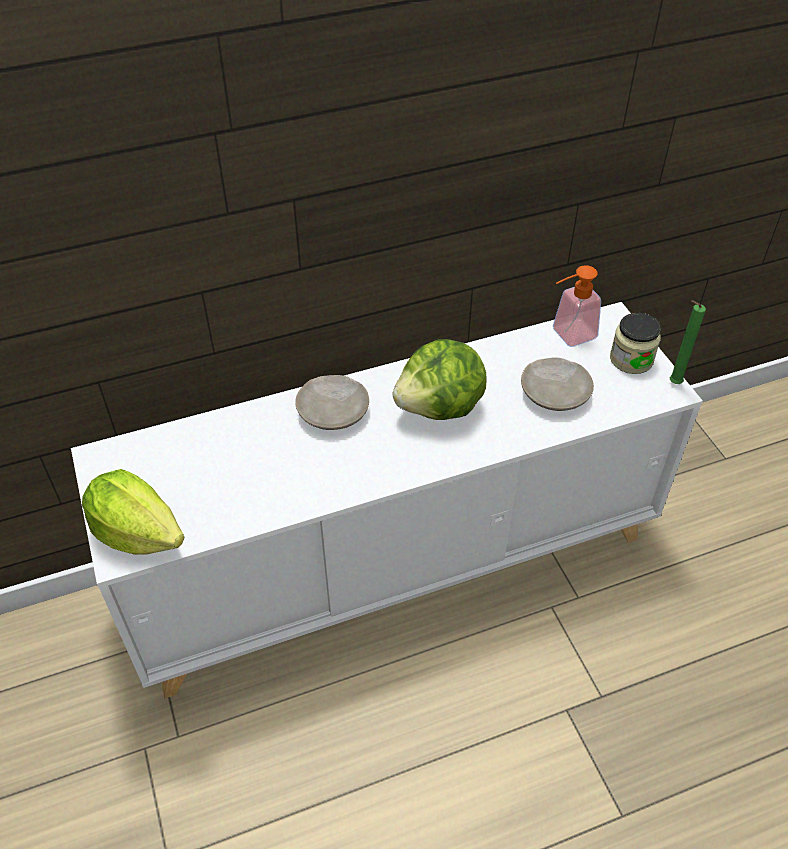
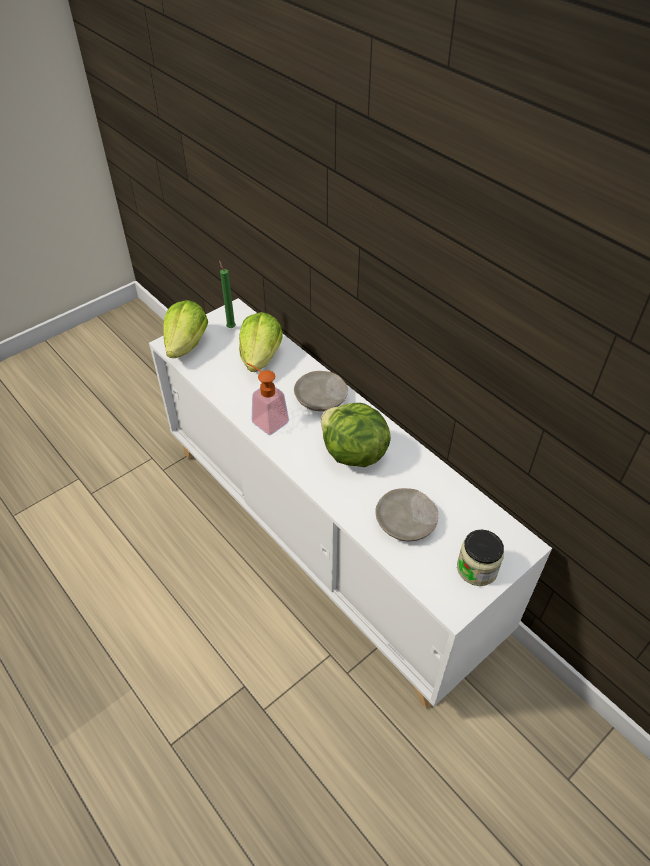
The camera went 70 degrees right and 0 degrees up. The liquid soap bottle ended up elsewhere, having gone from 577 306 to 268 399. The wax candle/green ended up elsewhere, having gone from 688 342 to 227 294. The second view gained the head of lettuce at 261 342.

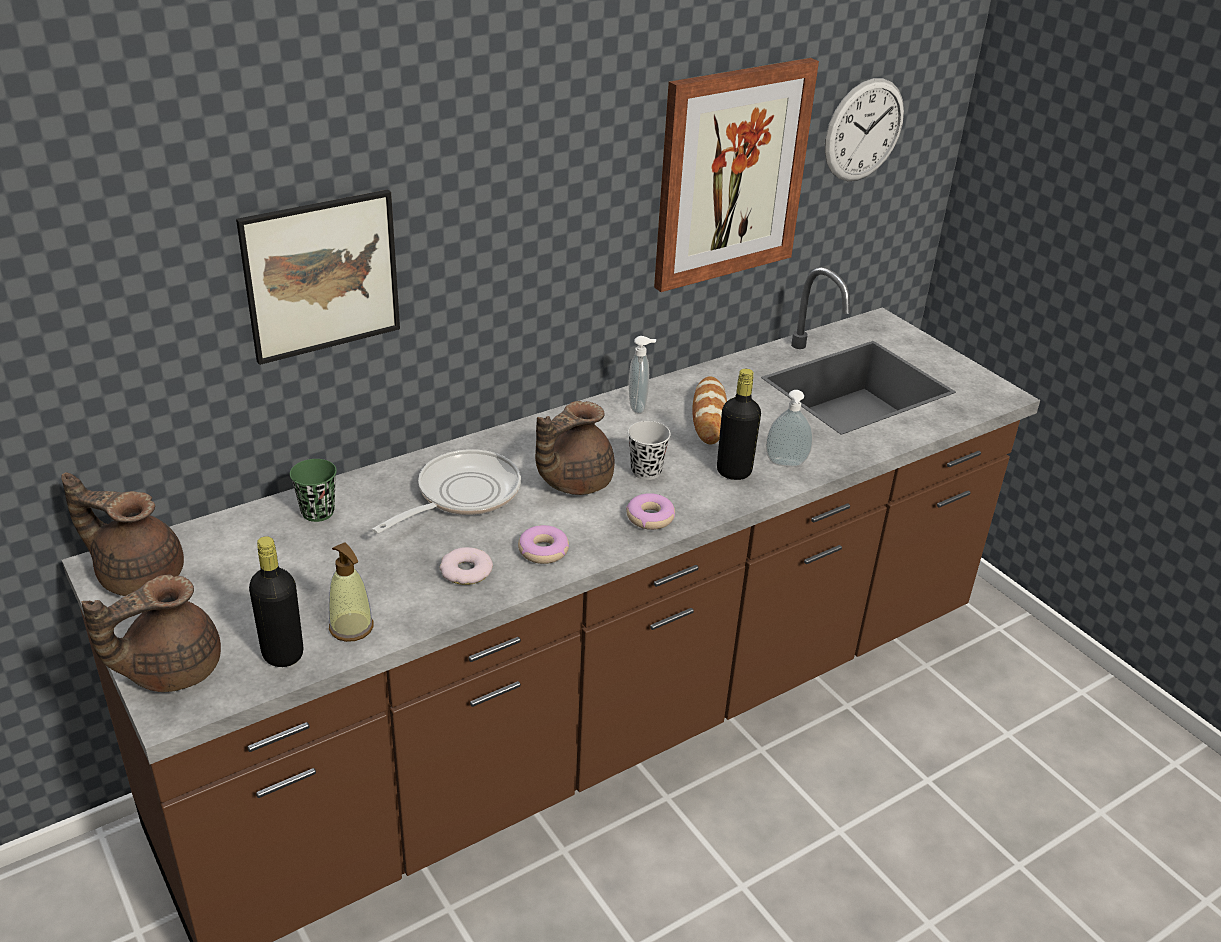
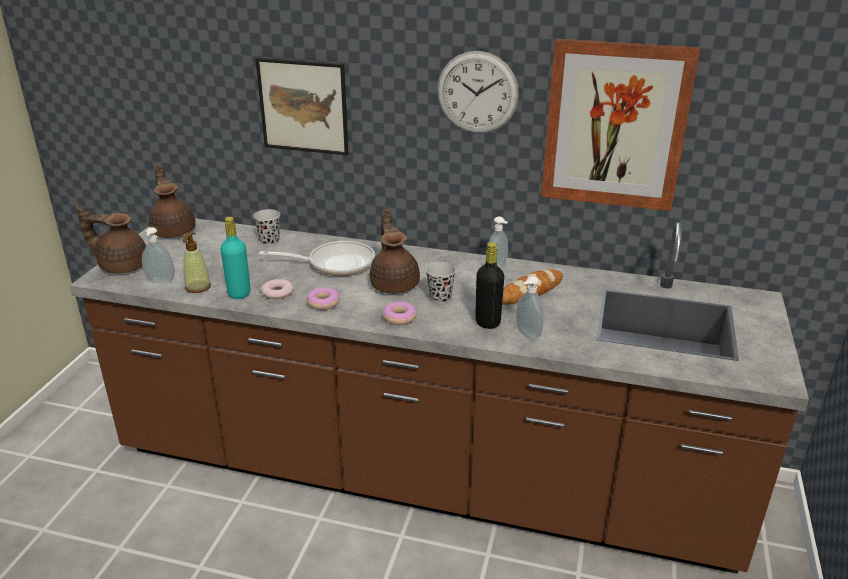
The camera went 50 degrees right and 5 degrees down. Where the bottle/black-coloured stood at 276 601, the liquid soap bottle came to stand at 158 255. What was the small cup/green at 313 490 turned into the small cup/black-coloured at 266 227. The teapot/brown at 575 448 ended up facing another way, 75 degrees clockwise from before. The clock on the wall ended up elsewhere, having gone from 864 129 to 478 92. The second view gained the bottle/blue-green at 235 258.

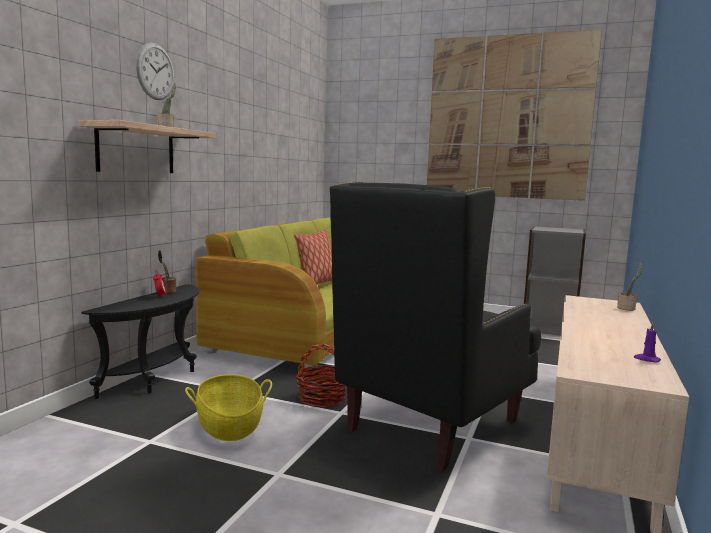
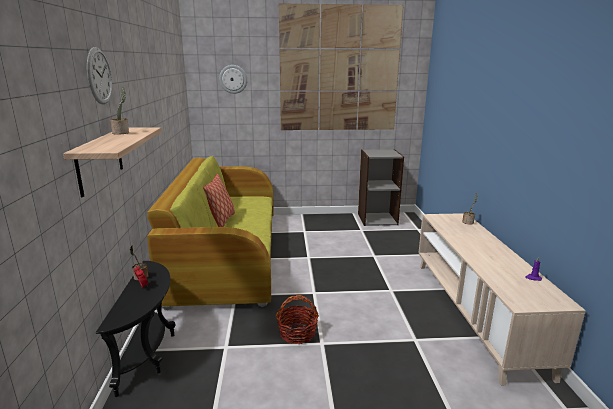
The camera went 25 degrees left and 10 degrees up. The second view lost the basket at 228 407. The second view lost the lounge chair/black-coloured at 436 326. The second view gained the clock on the wall at 233 79.

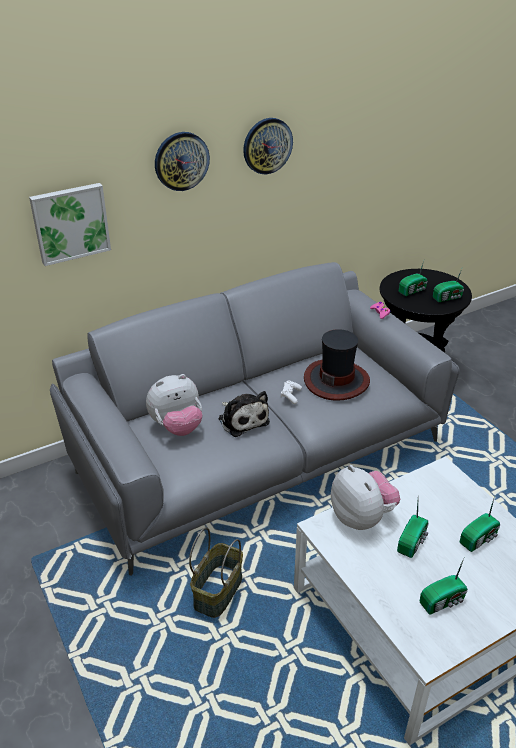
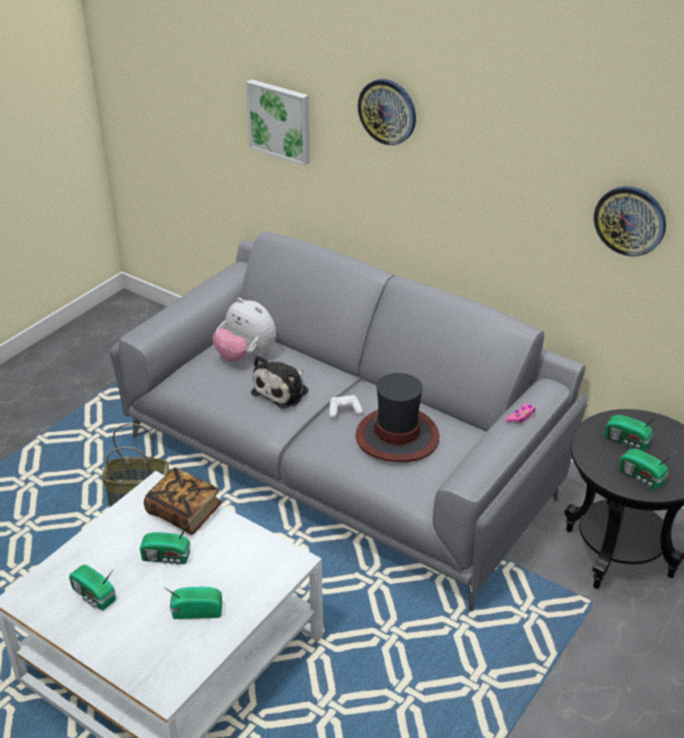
The camera went 65 degrees right and 0 degrees up. The clock on the wall ended up elsewhere, having gone from 268 146 to 630 221. Where the plush toy stood at 365 497, the volume came to stand at 183 501. The radio set at 480 524 ended up facing another way, 150 degrees clockwise from before.

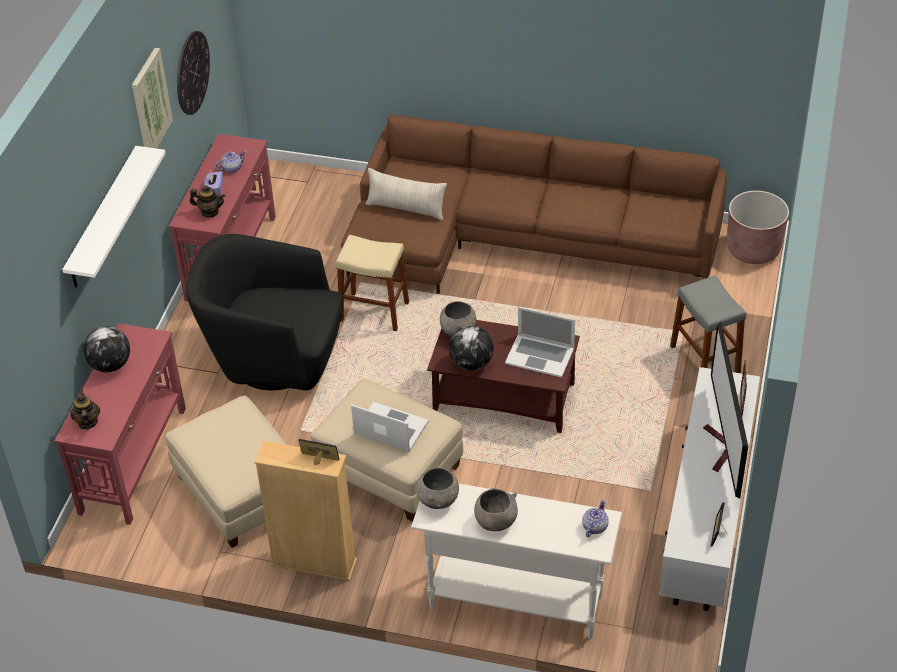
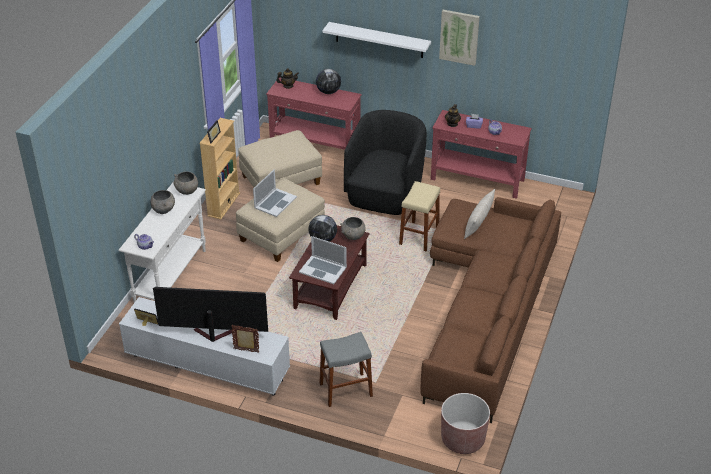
The camera went 95 degrees right and 5 degrees down. The second view lost the clock on the wall at 193 73. The laptop at 540 342 ended up facing another way, 90 degrees counterclockwise from before.

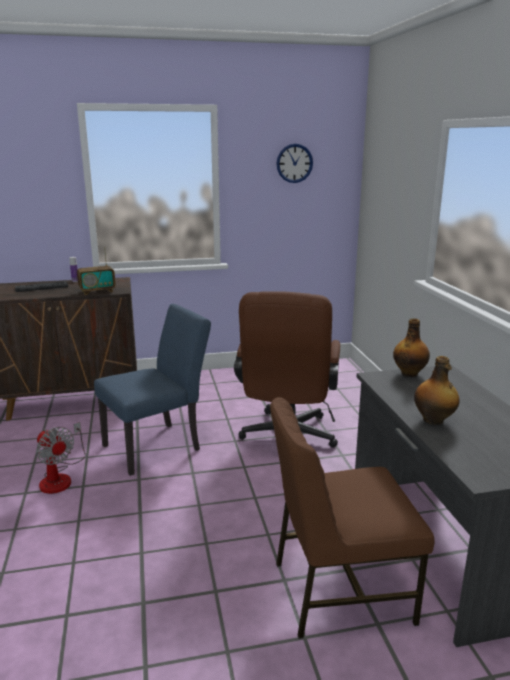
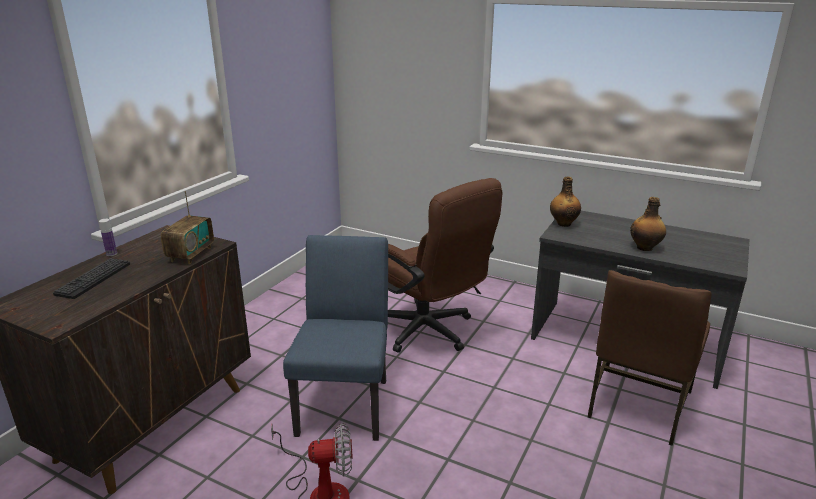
The camera went 50 degrees left and 5 degrees up. The second view lost the clock on the wall at 294 163.

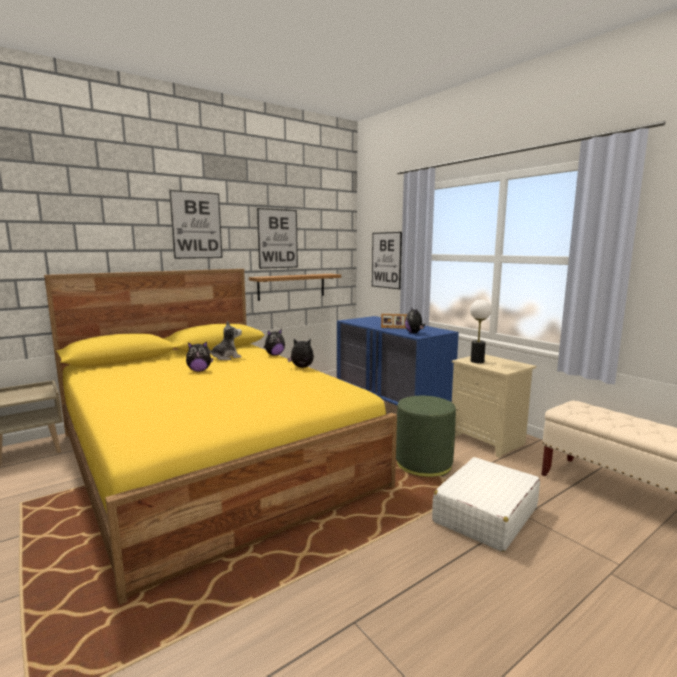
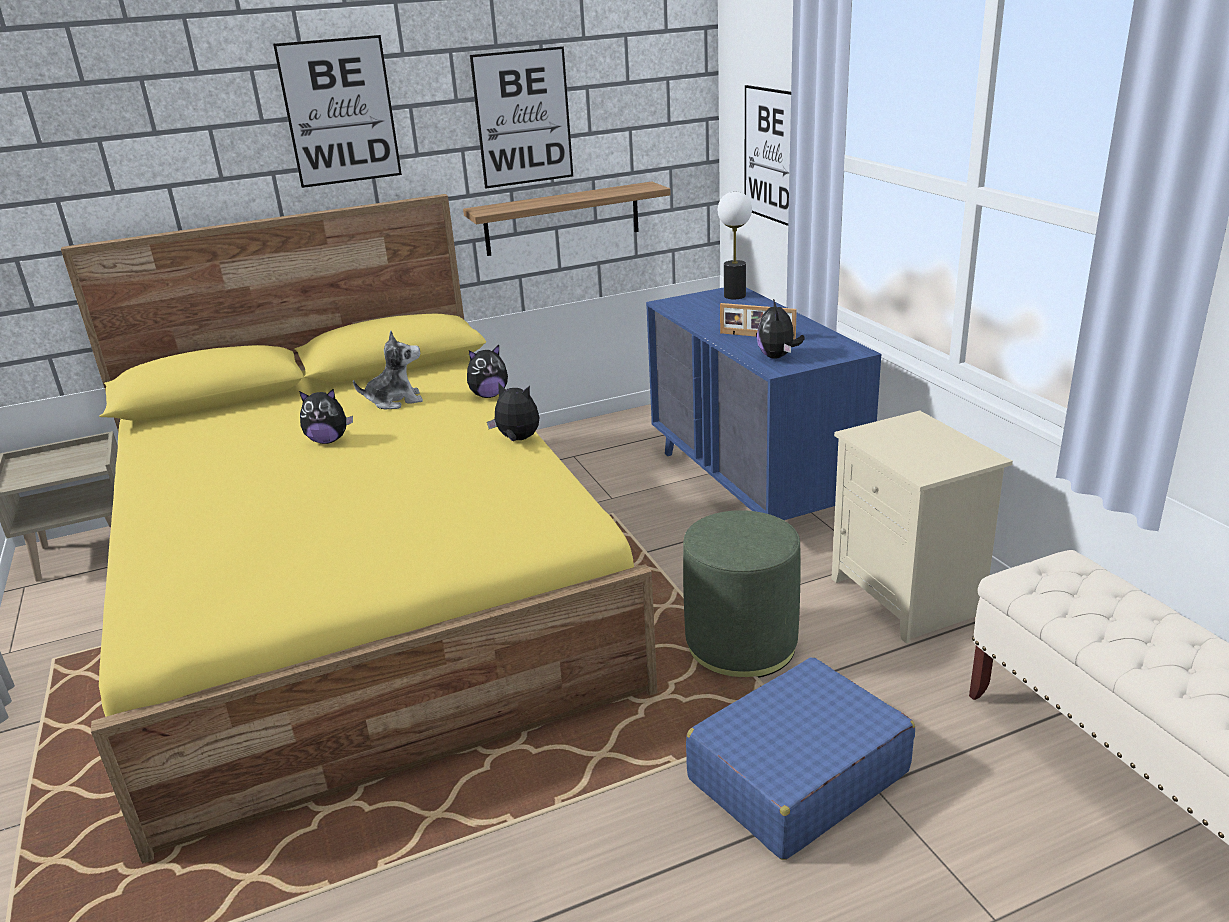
The camera went 15 degrees right and 15 degrees up. What was the travel case/white at 486 504 turned into the travel case/bluish at 800 758. The tabletop lamp ended up elsewhere, having gone from 481 331 to 735 245.

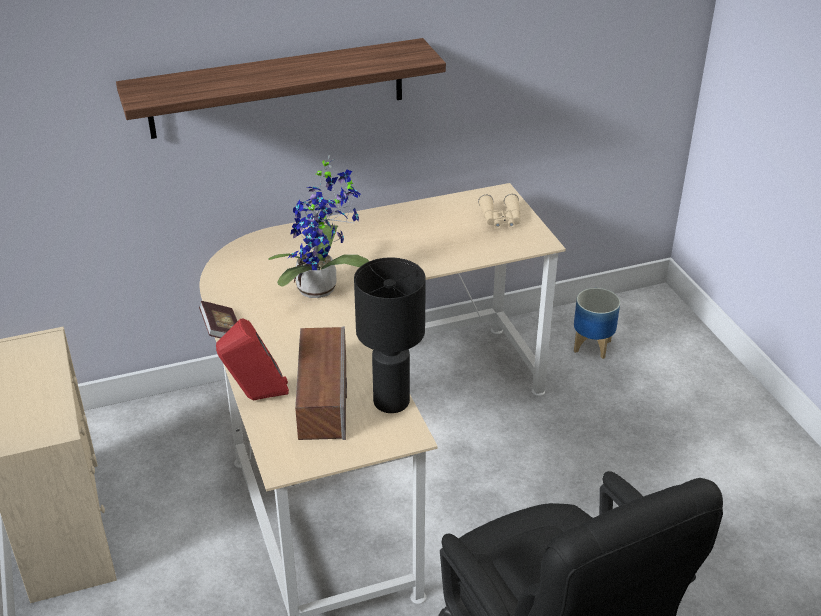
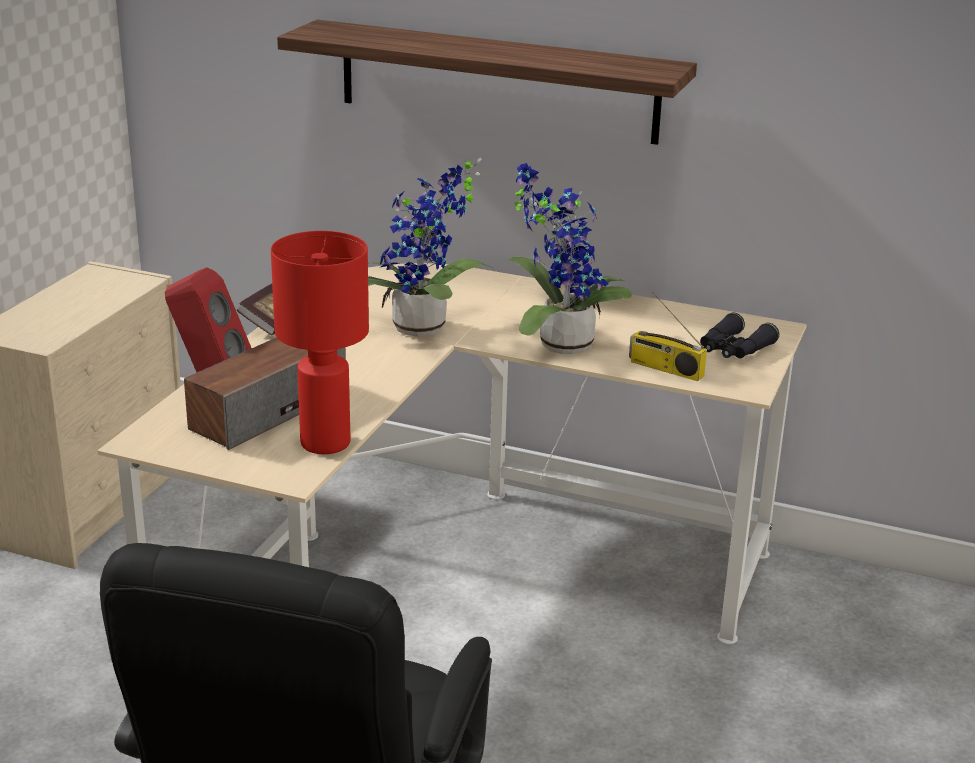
The camera went 40 degrees right and 10 degrees down. What was the tabletop lamp/black-coloured at 390 335 turned into the tabletop lamp/reddish at 320 342. What was the binoculars/sand-coloured at 499 210 turned into the binoculars/black-coloured at 739 335. The second view lost the flower pot at 597 323. The second view gained the potted plant at 569 258. The second view gained the radio set at 668 336.

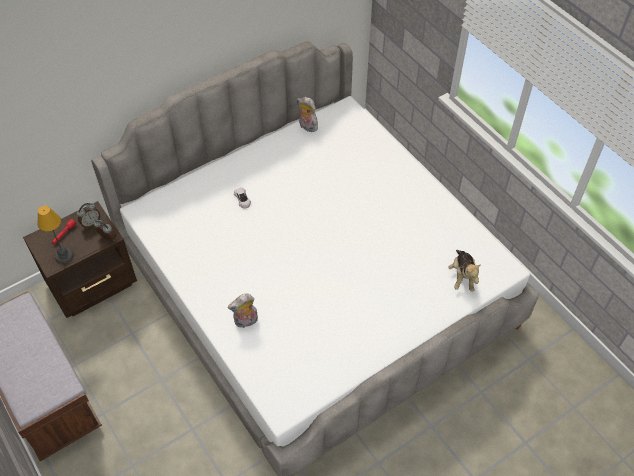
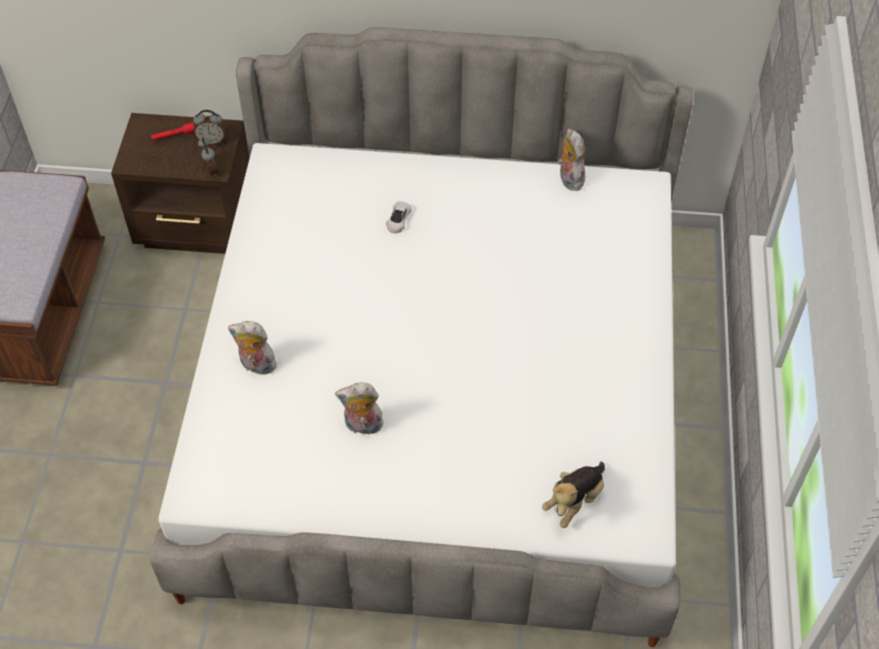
The camera went 40 degrees right and 0 degrees up. The second view lost the tabletop lamp at 56 235. The second view gained the plush toy at 360 409.

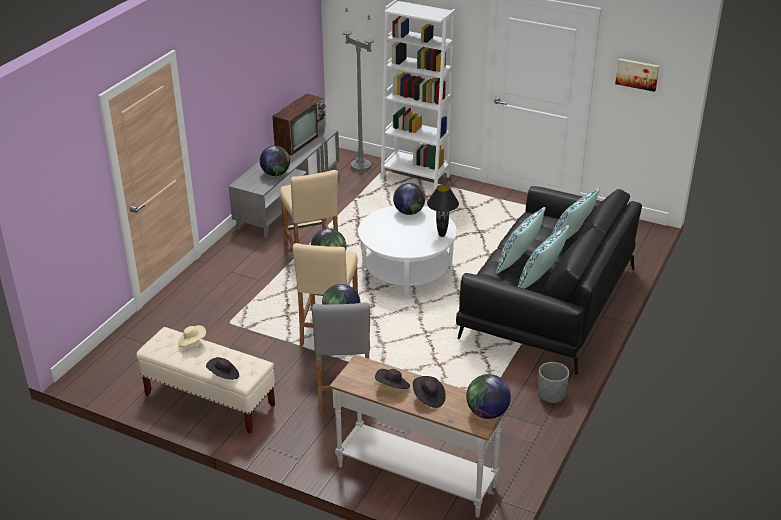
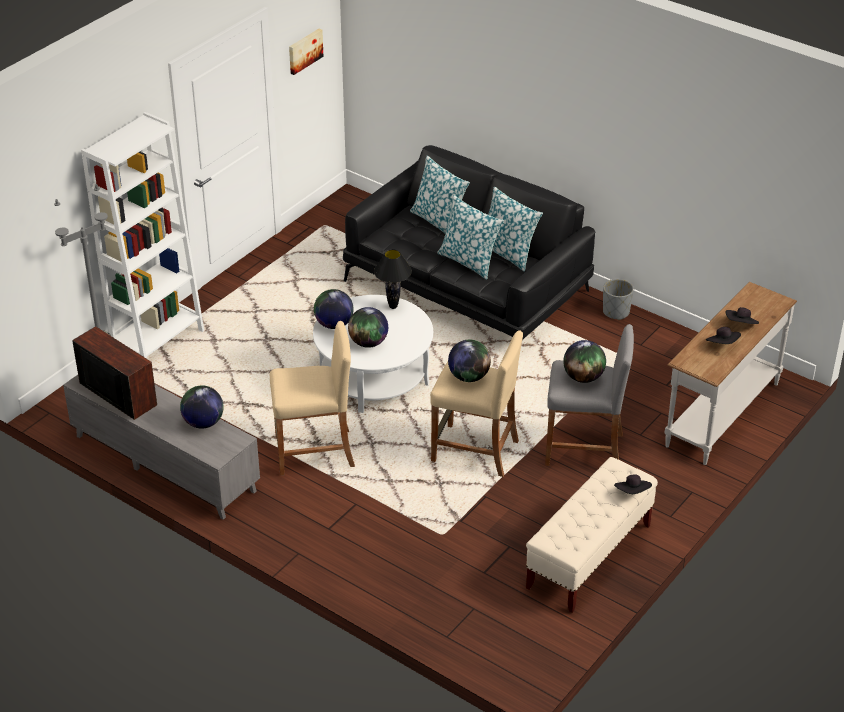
The camera went 80 degrees left and 5 degrees up. The second view lost the wearable hat/sand-coloured at 192 336. The world globe ended up elsewhere, having gone from 488 396 to 368 327.

